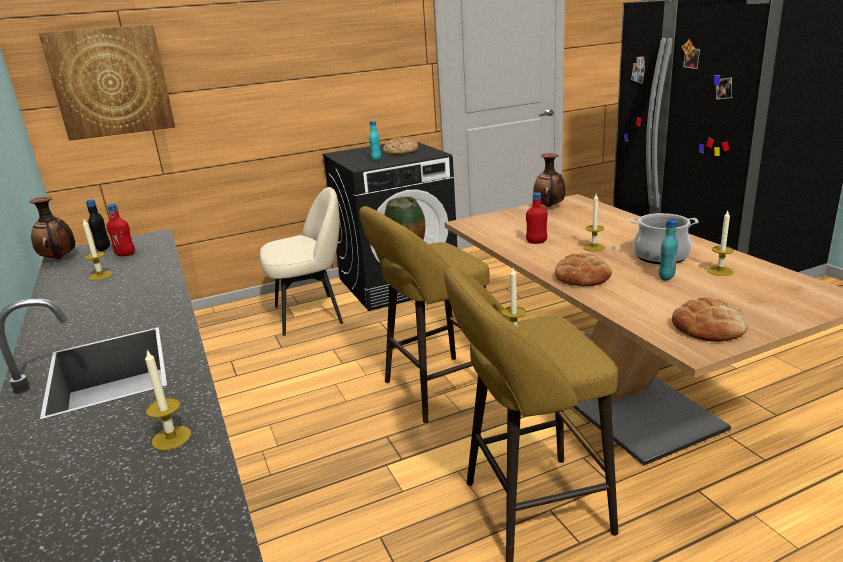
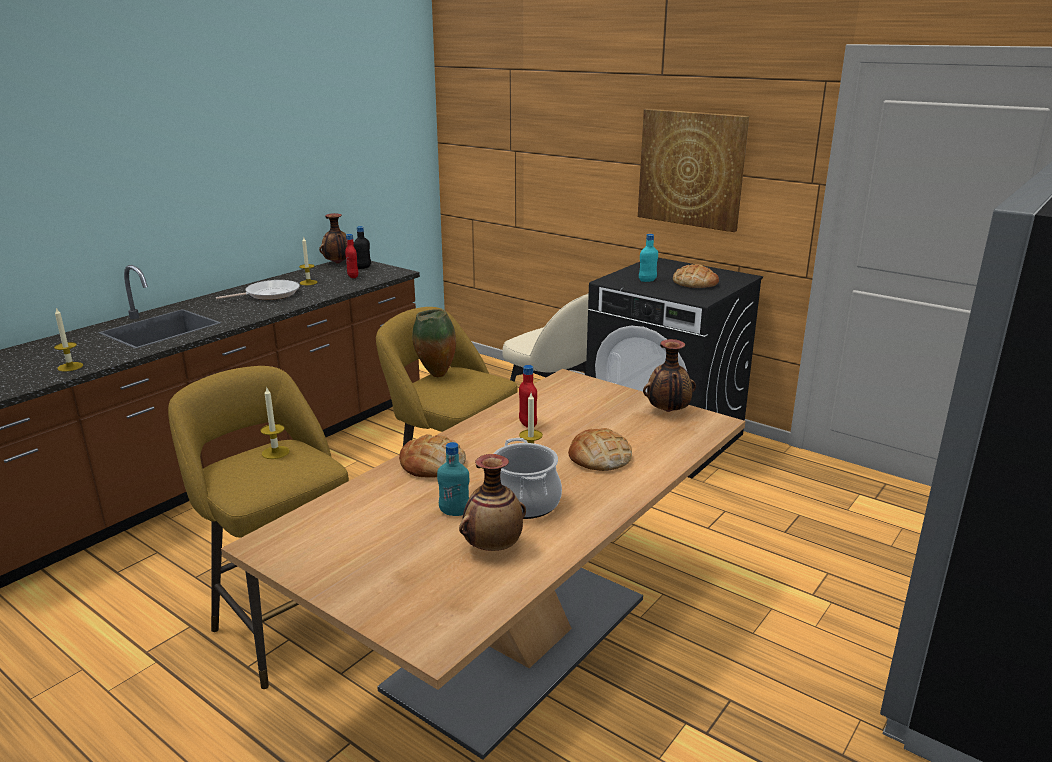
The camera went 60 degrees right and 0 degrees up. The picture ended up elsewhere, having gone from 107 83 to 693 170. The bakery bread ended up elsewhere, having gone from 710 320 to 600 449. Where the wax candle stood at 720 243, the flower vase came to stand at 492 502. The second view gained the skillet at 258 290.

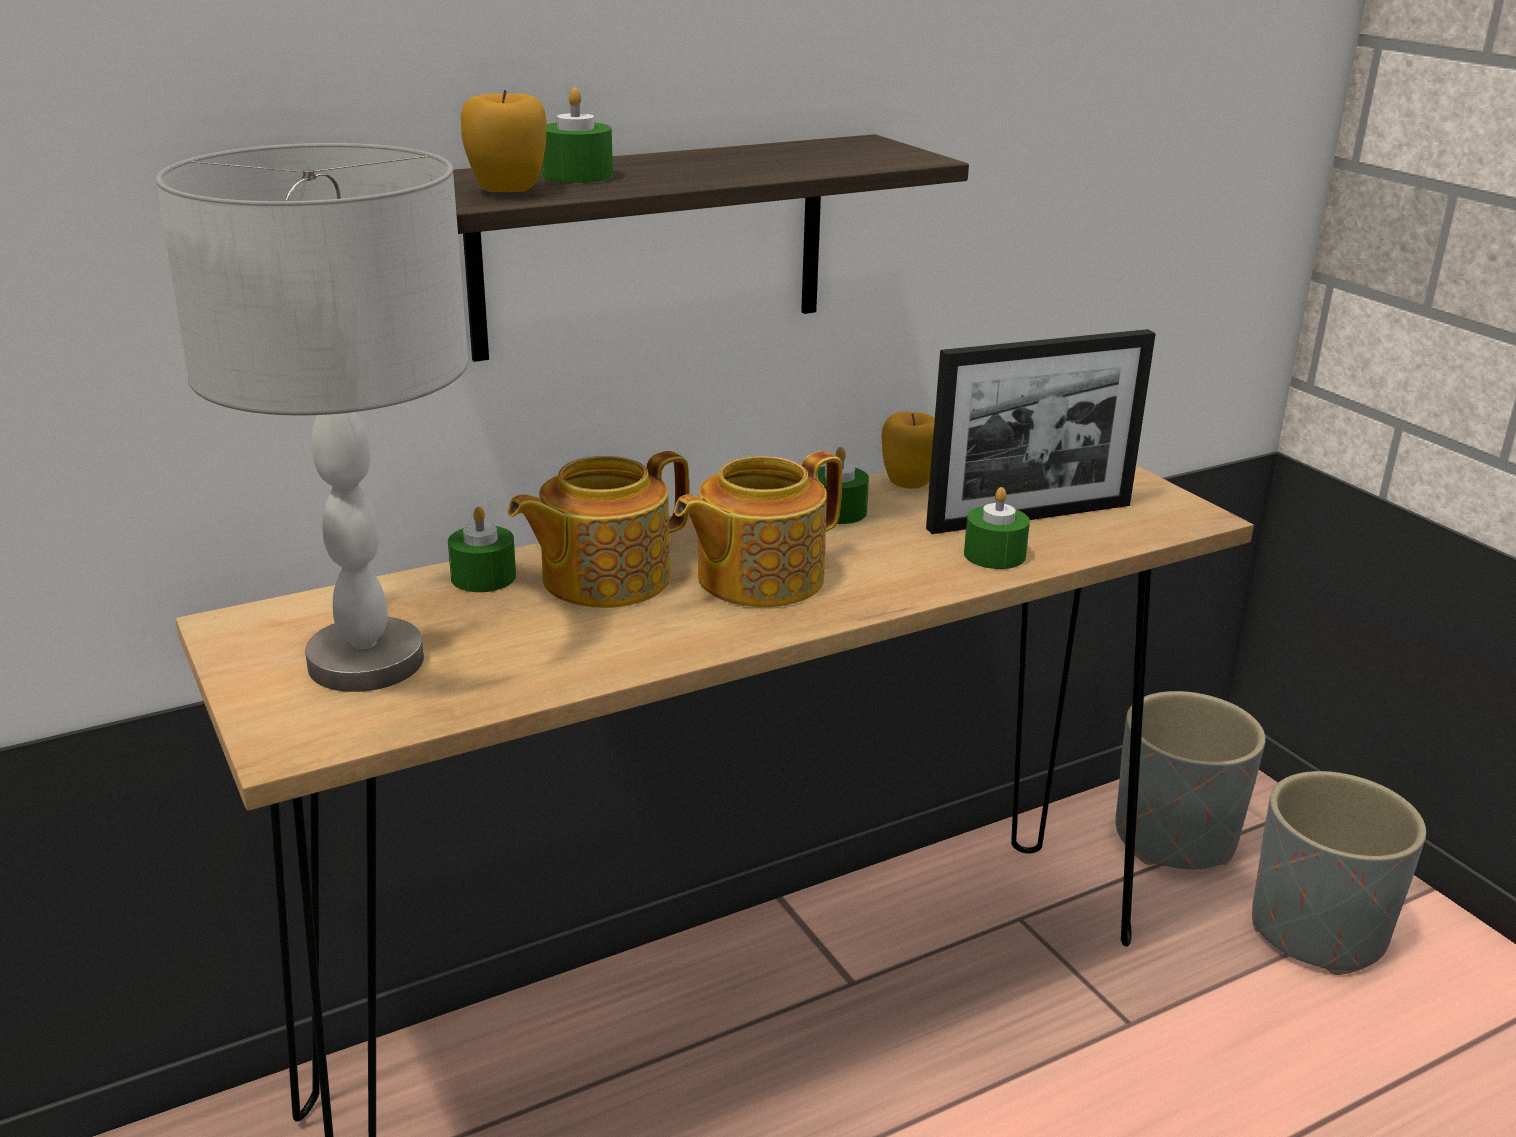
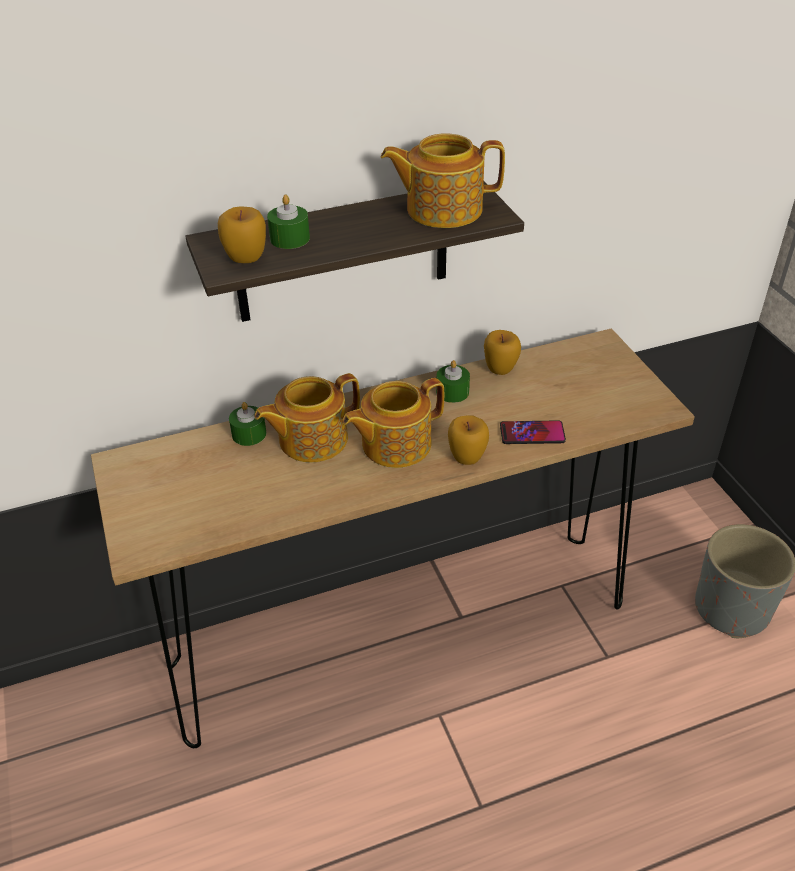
The camera went 10 degrees right and 15 degrees up. The second view lost the tabletop lamp/grey at 312 417. The second view lost the photo frame at 1041 431. Where the wax candle/green stood at 997 528, the handset came to stand at 533 432. The second view lost the flower pot/grey at 1190 780. The second view gained the teapot at 443 180. The second view gained the whole apple at 468 440.

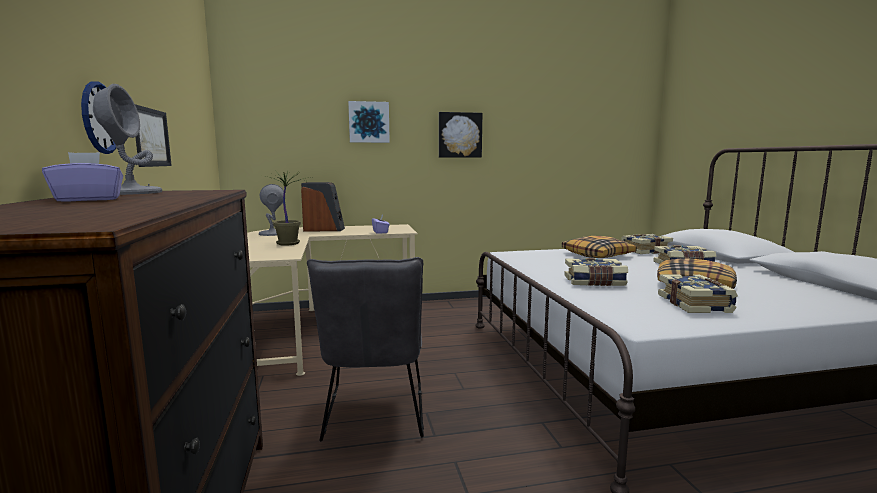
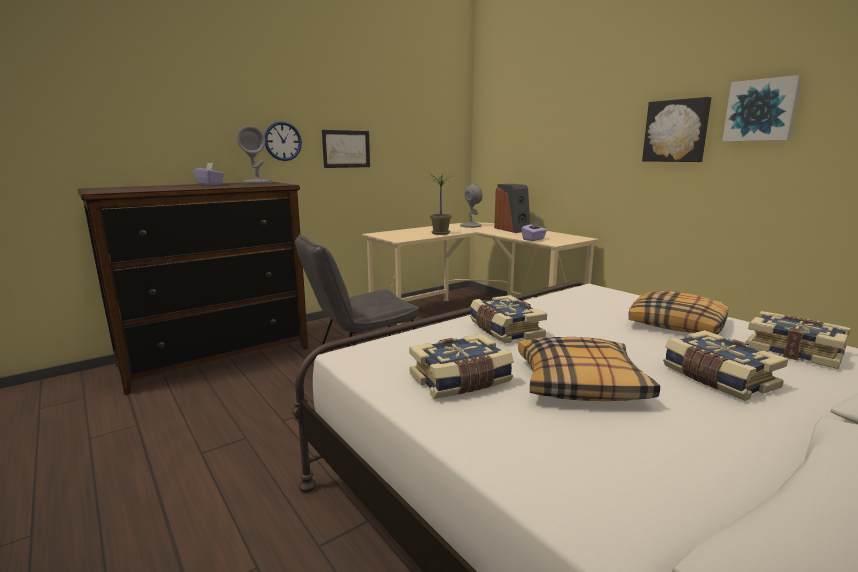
The camera went 65 degrees right and 5 degrees up. The picture ended up elsewhere, having gone from 369 122 to 762 108.

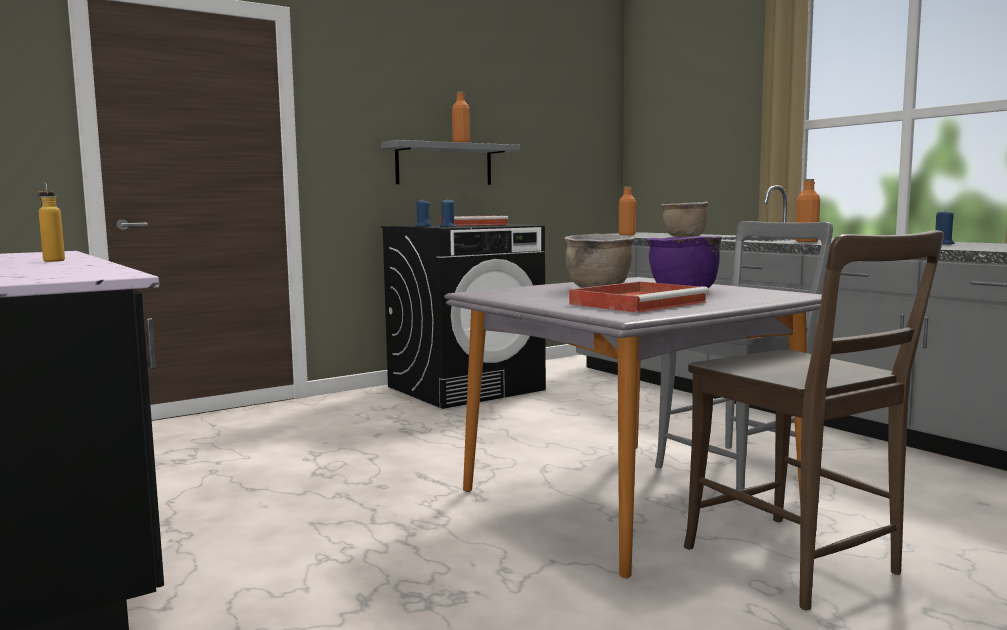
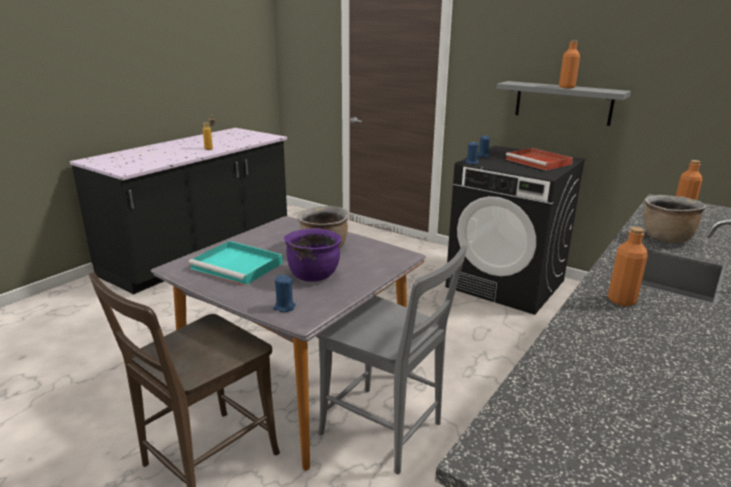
The camera went 70 degrees right and 15 degrees up. What was the serving tray/reddish at 639 297 turned into the serving tray/blue-green at 235 263. The wax candle/bluish ended up elsewhere, having gone from 944 227 to 284 293.

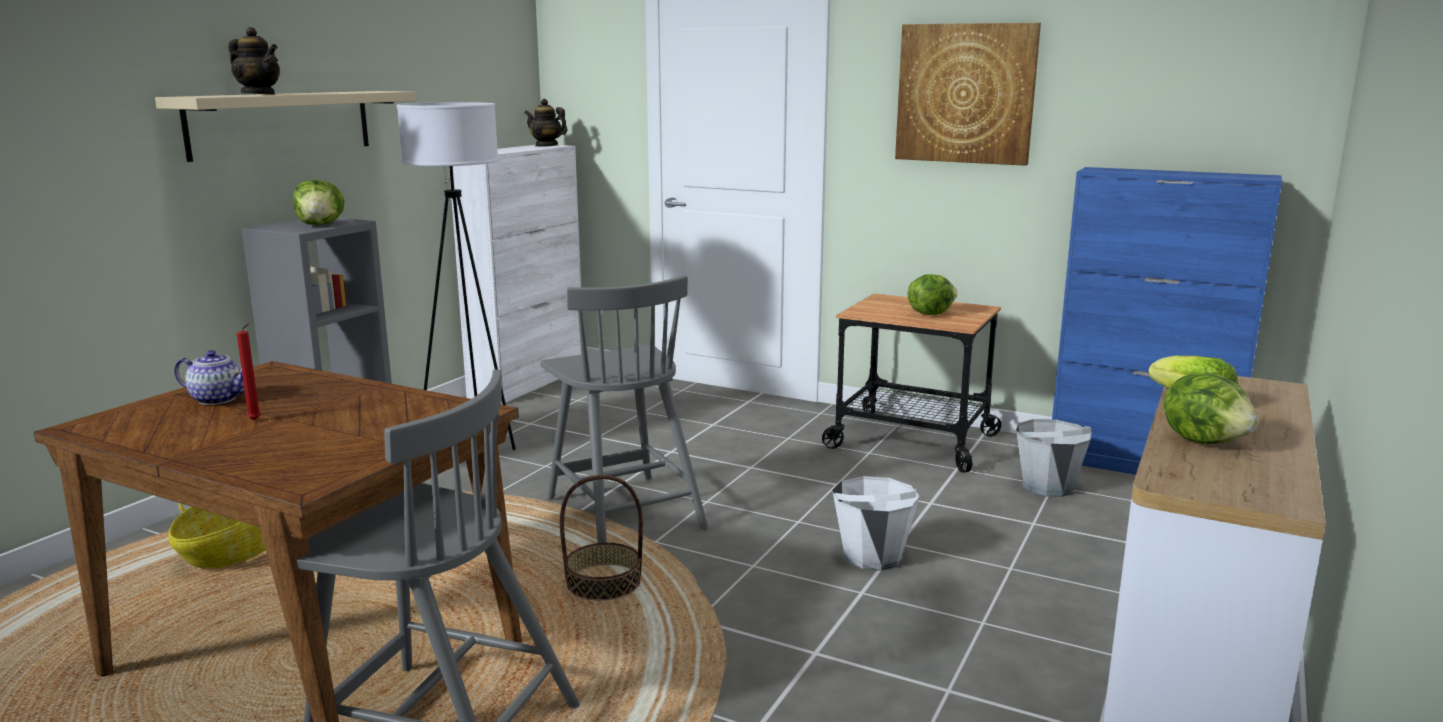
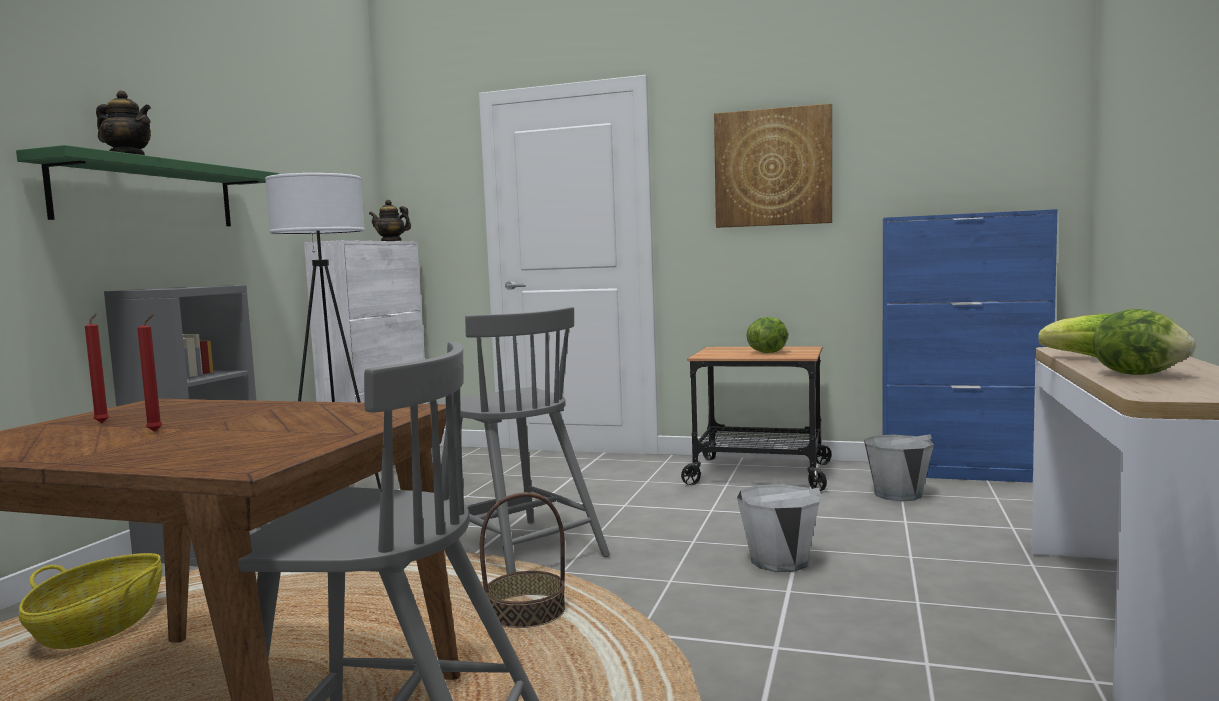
The camera went 10 degrees left and 10 degrees down. What was the shelf/sand-coloured at 285 126 turned into the shelf/green at 147 185. Where the teapot stood at 209 377, the wax candle/reddish came to stand at 97 368. The second view lost the head of lettuce at 319 202.

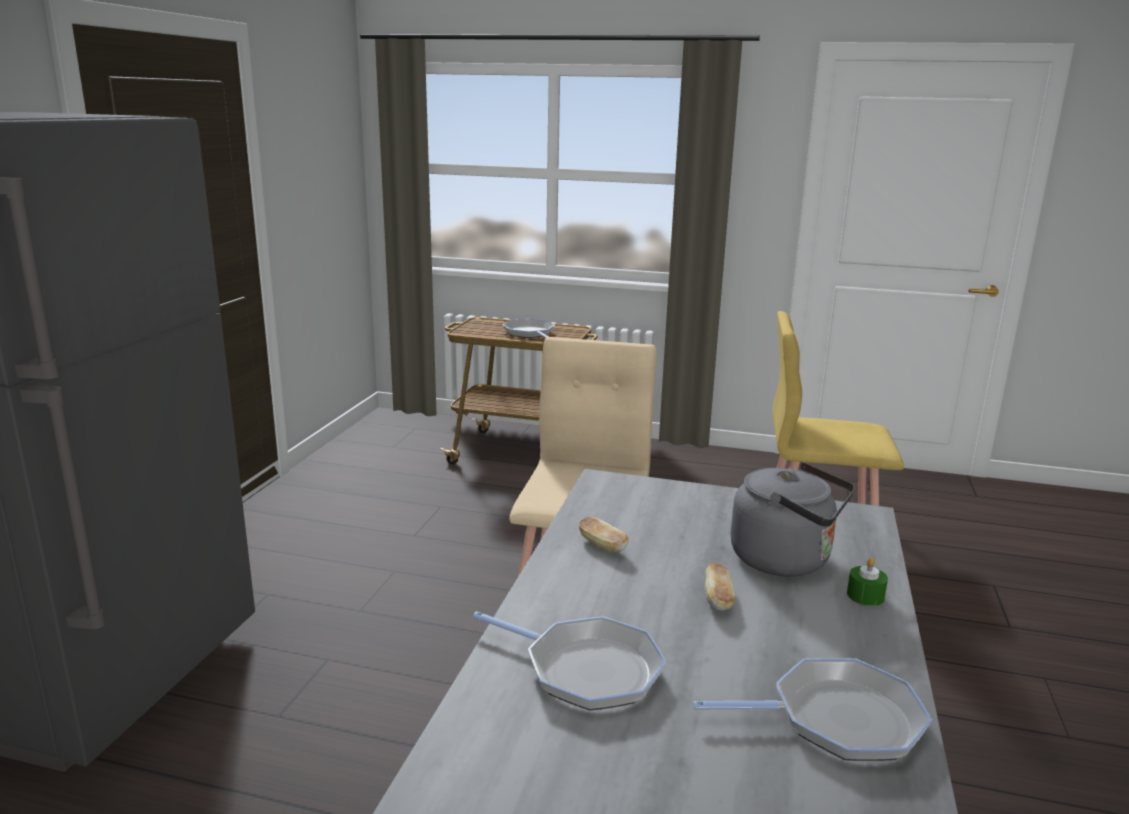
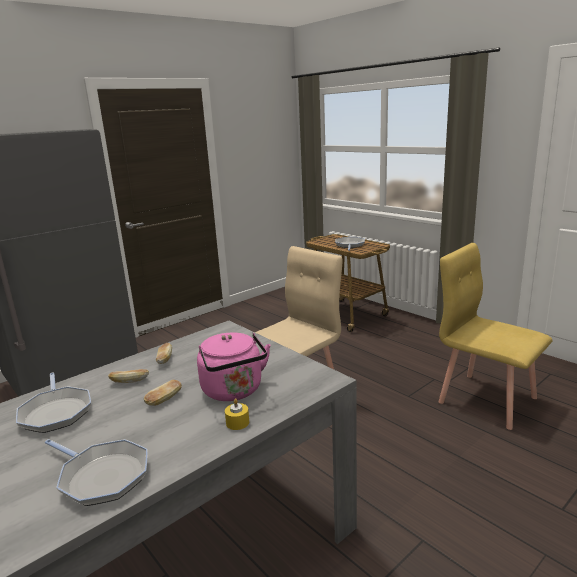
The camera went 35 degrees right and 0 degrees up. What was the water kettle/grey at 793 519 turned into the water kettle/pink-coloured at 234 366. What was the wax candle/green at 867 582 turned into the wax candle/yellow at 237 414. The second view gained the bakery bread at 128 376.

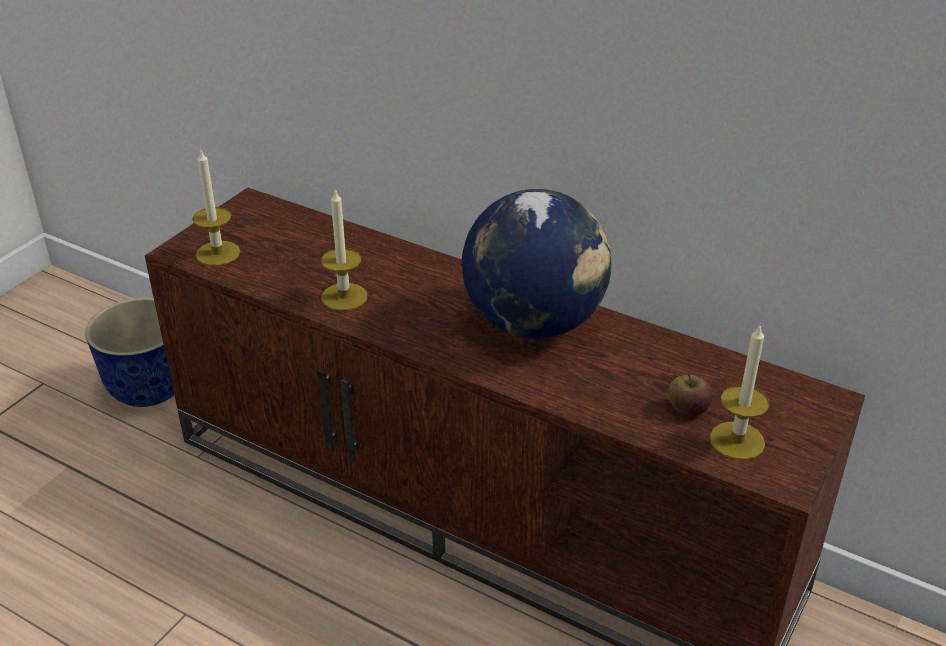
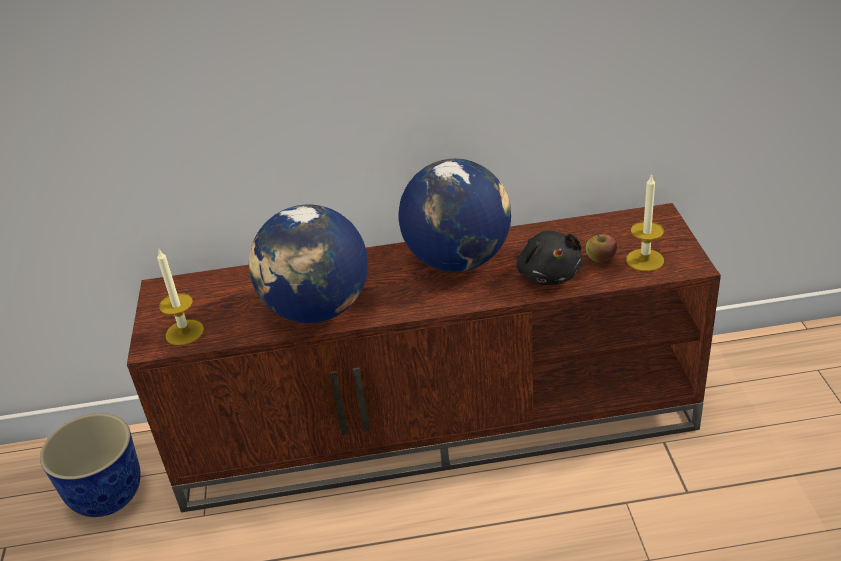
The camera went 35 degrees left and 0 degrees up. Where the wax candle stood at 344 250, the world globe came to stand at 308 263. The second view gained the plush toy/black-coloured at 550 258.

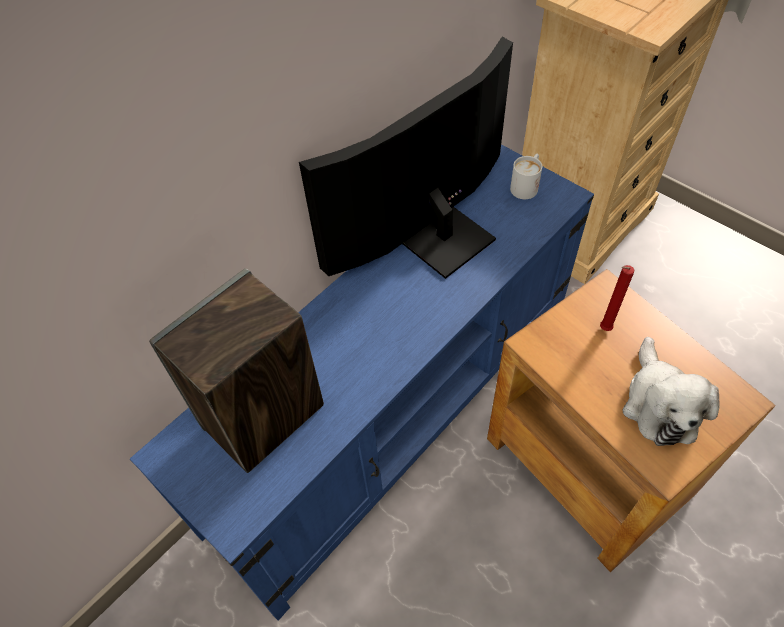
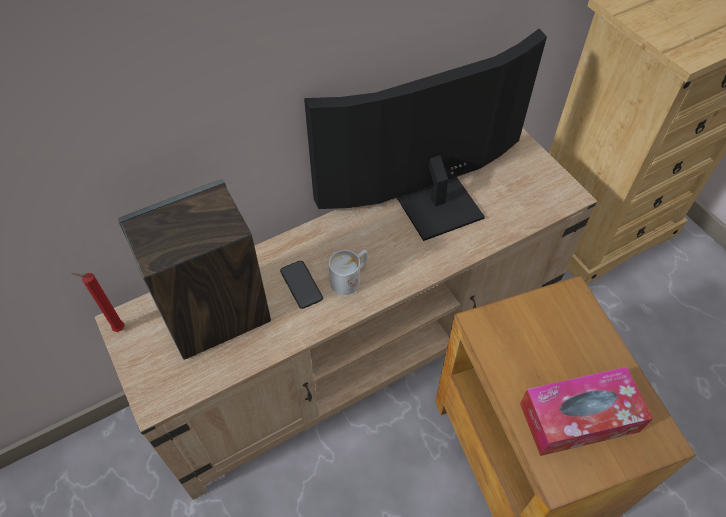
The camera went 15 degrees right and 0 degrees up. What was the media console/bluish at 362 382 turned into the media console/sand-coloured at 346 314. The mug/white ended up elsewhere, having gone from 526 176 to 348 272. The wax candle/reddish ended up elsewhere, having gone from 617 298 to 98 302. Where the plush toy stood at 671 391, the box of tissues came to stand at 586 411. The second view gained the handset at 301 285.

